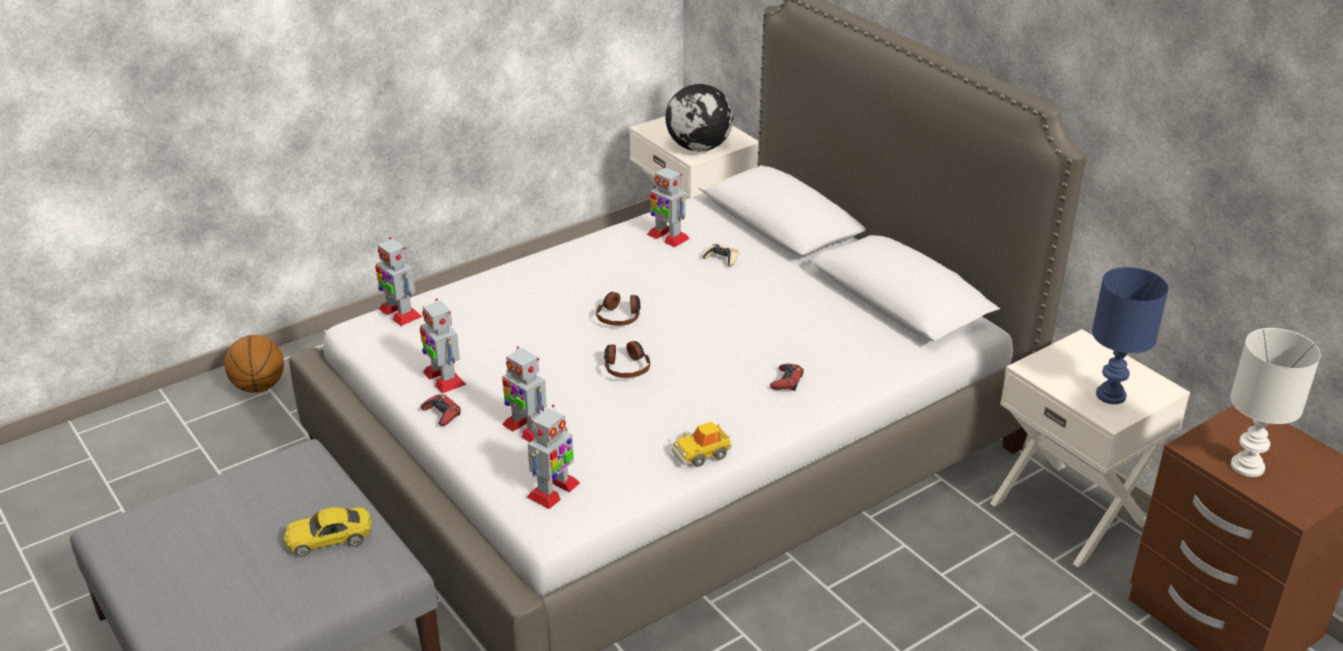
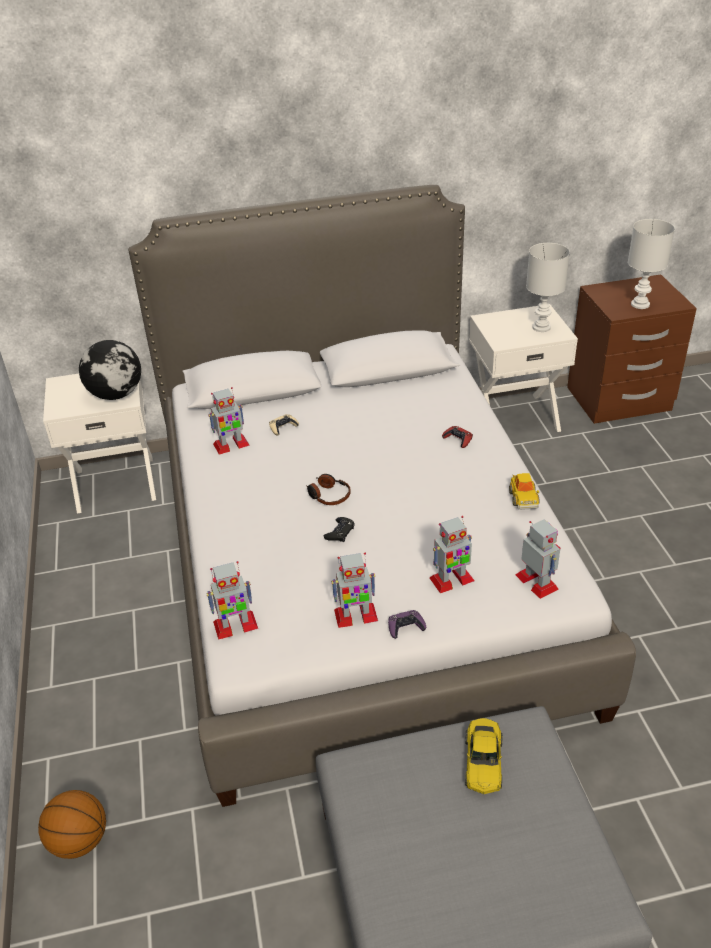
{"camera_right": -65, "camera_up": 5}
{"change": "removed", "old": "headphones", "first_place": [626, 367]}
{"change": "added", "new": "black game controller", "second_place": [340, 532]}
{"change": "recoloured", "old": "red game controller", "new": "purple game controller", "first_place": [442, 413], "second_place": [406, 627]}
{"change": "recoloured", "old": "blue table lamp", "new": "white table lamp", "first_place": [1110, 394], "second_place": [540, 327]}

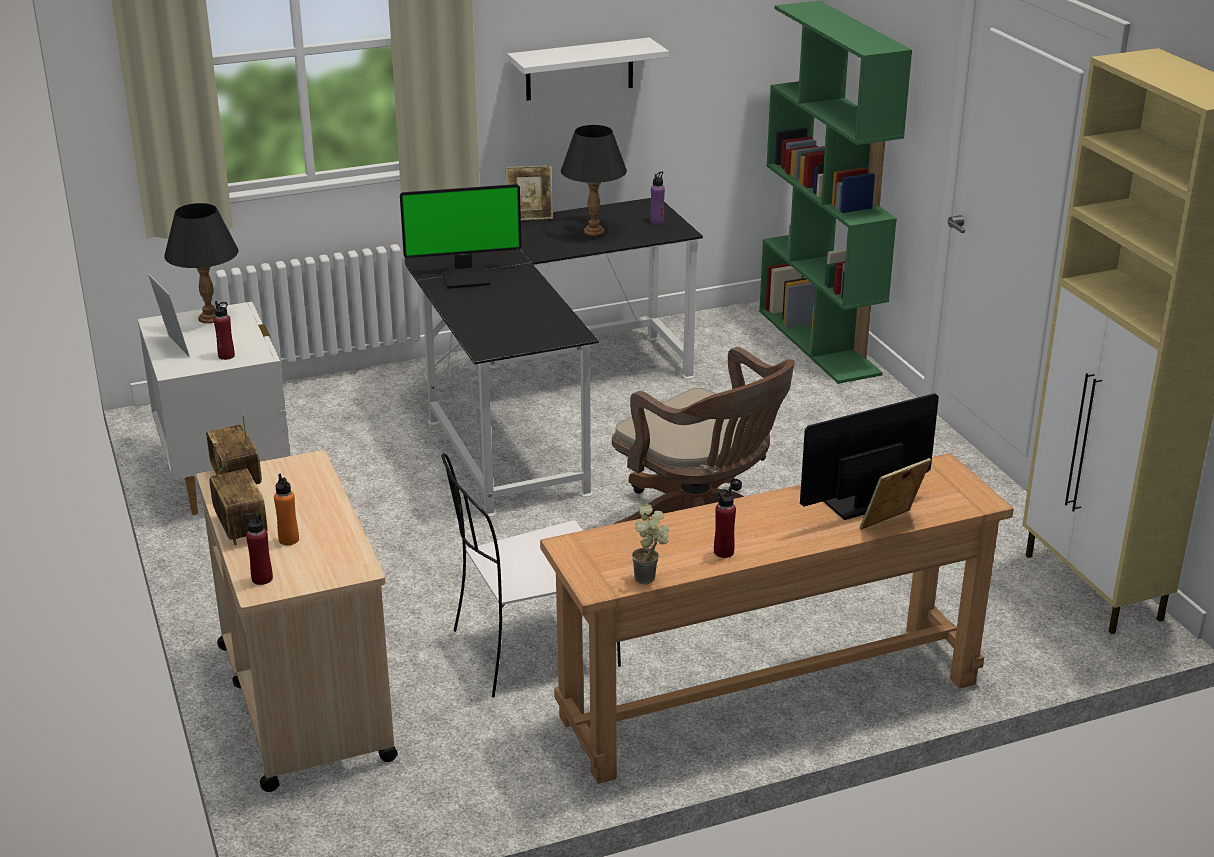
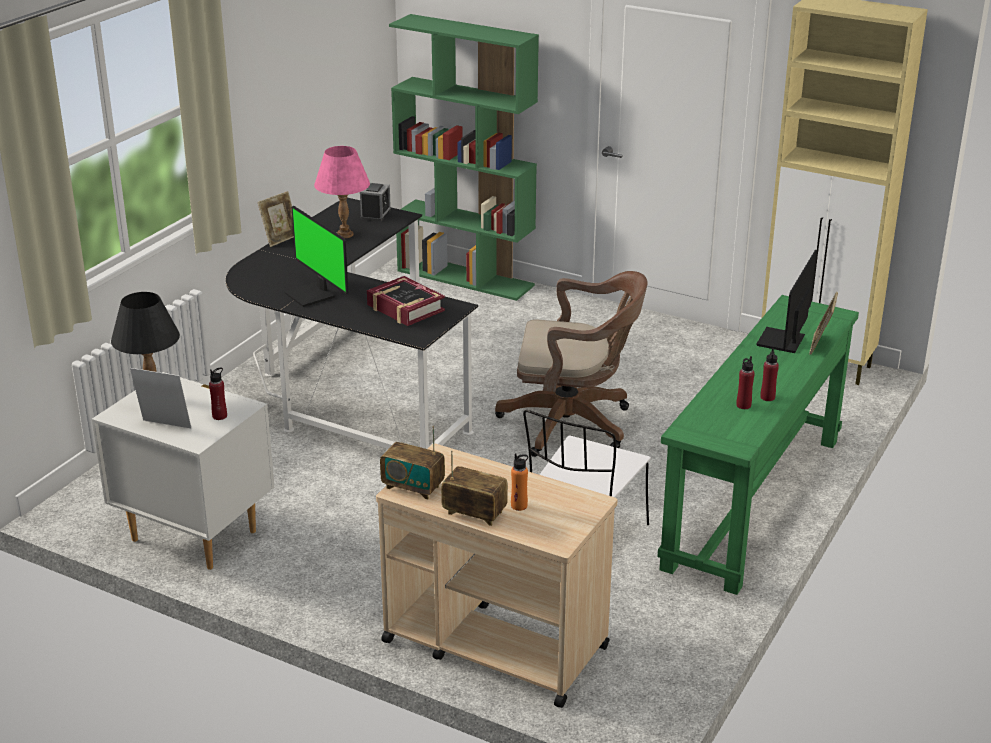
{"camera_right": -40, "camera_up": 0}
{"change": "removed", "old": "white shelf", "first_place": [579, 69]}
{"change": "removed", "old": "potted plant", "first_place": [651, 579]}
{"change": "added", "new": "book", "second_place": [405, 308]}
{"change": "moved", "old": "red bottle", "first_place": [262, 579], "second_place": [743, 405]}
{"change": "replaced", "old": "purple bottle", "new": "alarm clock", "first_place": [657, 221], "second_place": [375, 214]}
{"change": "recoloured", "old": "brown console table", "new": "green console table", "first_place": [769, 699], "second_place": [753, 501]}
{"change": "recoloured", "old": "black table lamp", "new": "pink table lamp", "first_place": [593, 231], "second_place": [344, 234]}
{"change": "turned", "old": "monitor", "first_place": [466, 277], "second_place": [312, 295], "degrees": 105}

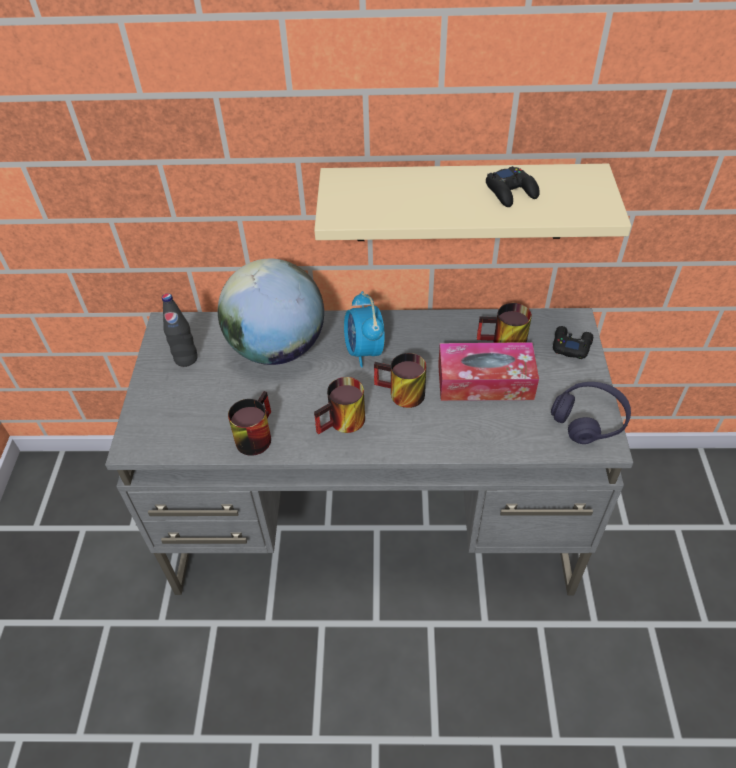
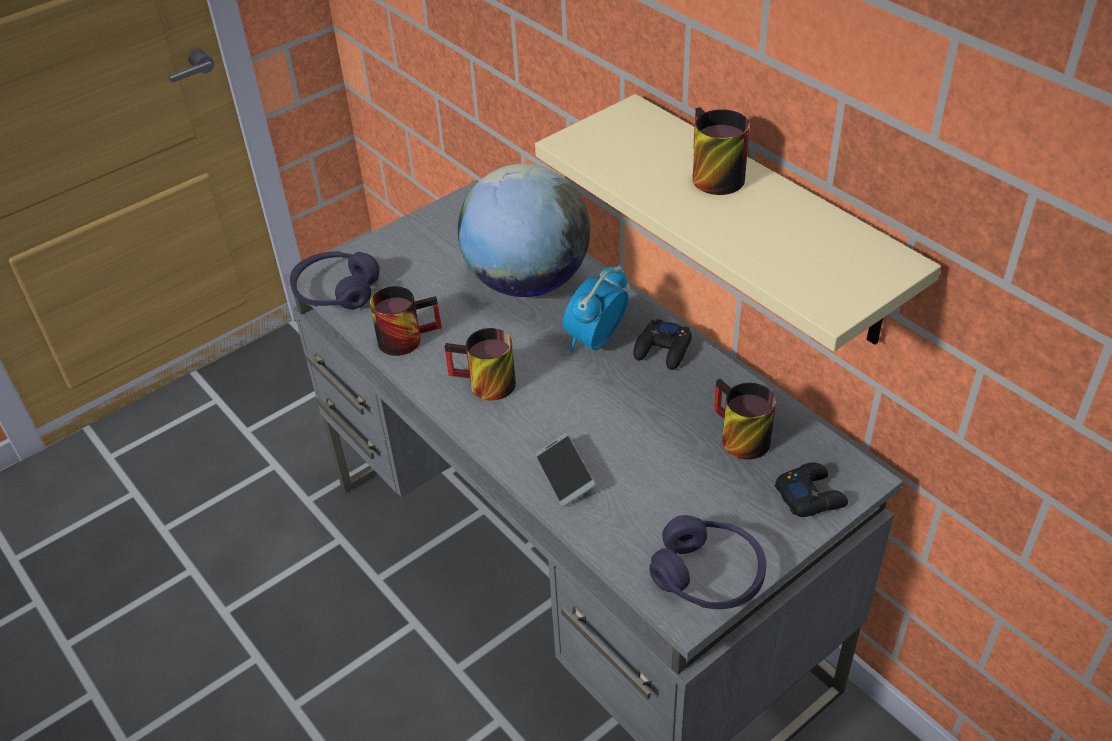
{"camera_right": 50, "camera_up": -5}
{"change": "removed", "old": "black bottle", "first_place": [186, 359]}
{"change": "removed", "old": "tissue box", "first_place": [485, 381]}
{"change": "added", "new": "purple headphones", "second_place": [336, 292]}
{"change": "added", "new": "phone", "second_place": [565, 475]}
{"change": "moved", "old": "mug", "first_place": [400, 395], "second_place": [709, 175]}
{"change": "moved", "old": "black game controller", "first_place": [511, 192], "second_place": [663, 350]}

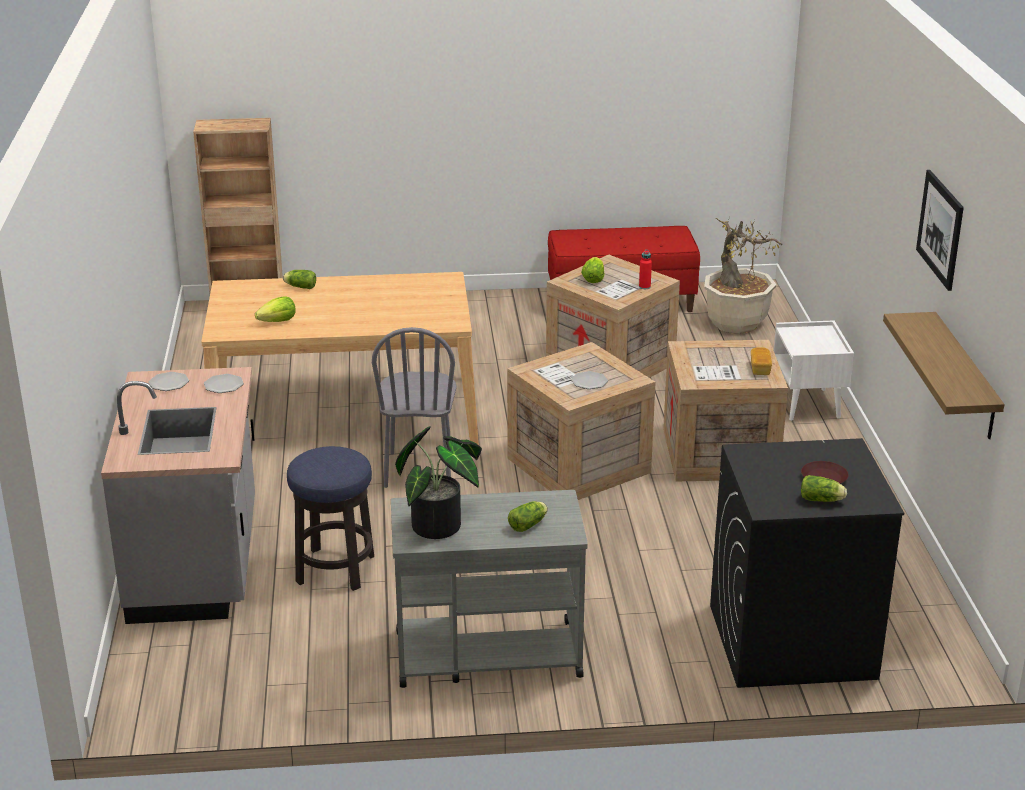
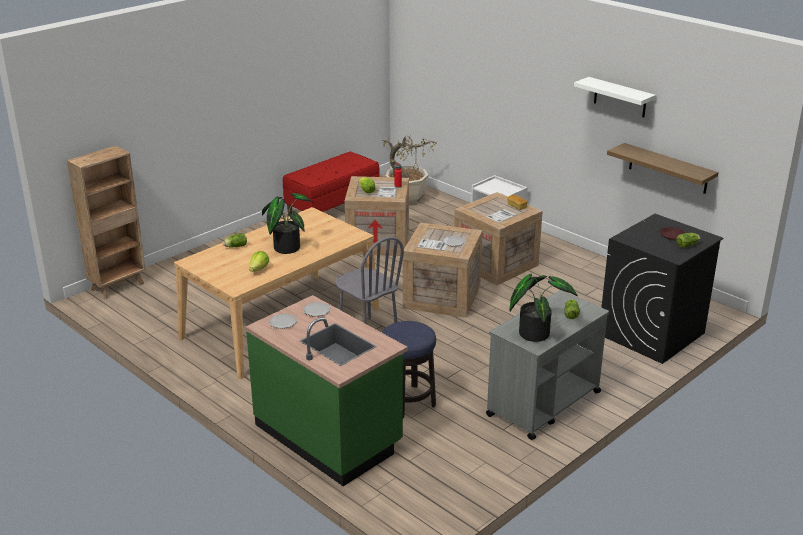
{"camera_right": -40, "camera_up": 0}
{"change": "added", "new": "potted plant", "second_place": [286, 246]}
{"change": "replaced", "old": "picture", "new": "white shelf", "first_place": [940, 229], "second_place": [620, 97]}
{"change": "recoloured", "old": "grey counter", "new": "green counter", "first_place": [197, 563], "second_place": [329, 435]}

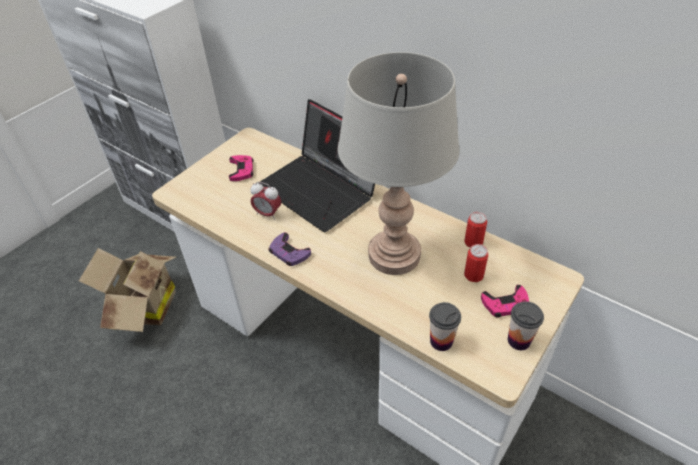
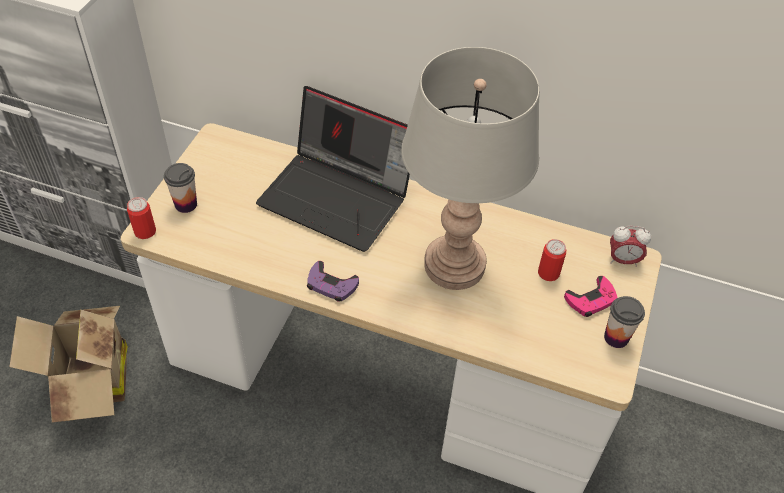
{"camera_right": -20, "camera_up": 5}
{"change": "removed", "old": "pink game controller", "first_place": [242, 170]}
{"change": "moved", "old": "alarm clock", "first_place": [268, 214], "second_place": [623, 260]}
{"change": "moved", "old": "cup", "first_place": [441, 341], "second_place": [186, 204]}
{"change": "moved", "old": "can", "first_place": [473, 242], "second_place": [145, 231]}

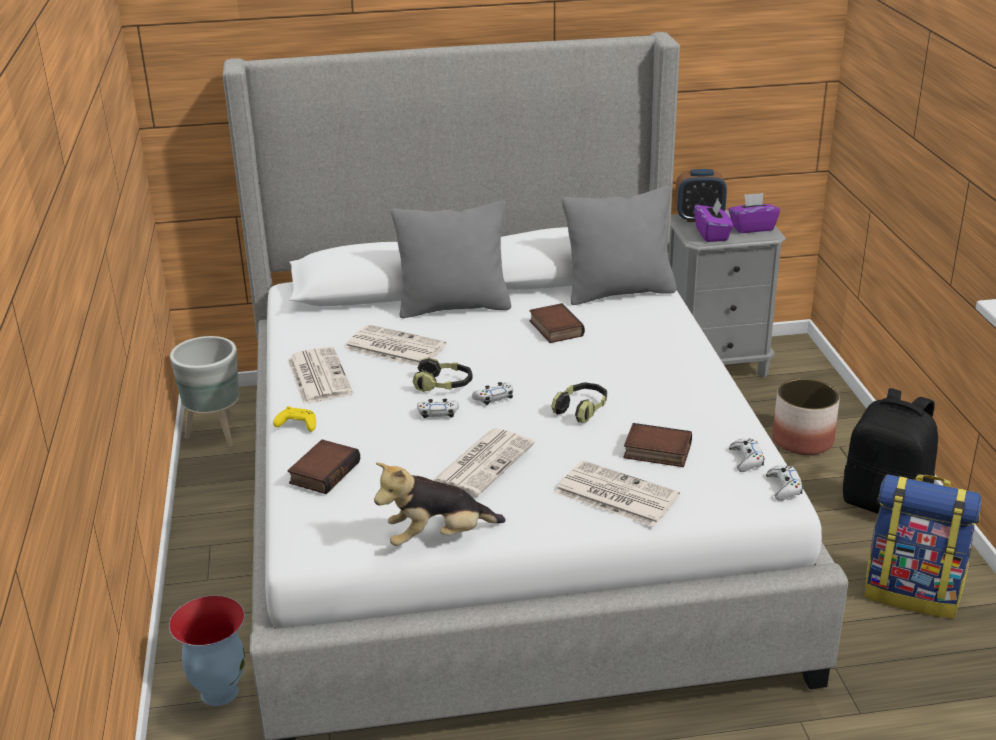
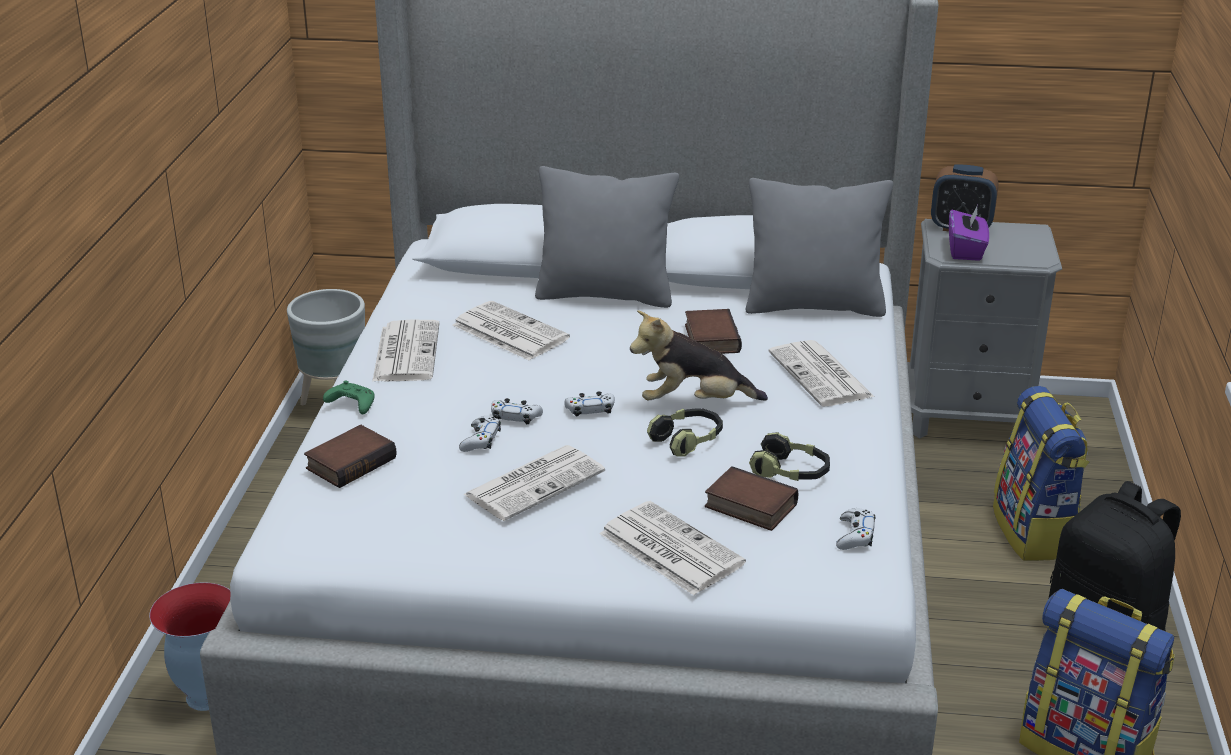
{"camera_right": 15, "camera_up": 0}
{"change": "removed", "old": "purple tissue box", "first_place": [752, 228]}
{"change": "added", "new": "newspaper", "second_place": [822, 375]}
{"change": "moved", "old": "plush toy", "first_place": [438, 537], "second_place": [694, 403]}
{"change": "moved", "old": "headphones", "first_place": [444, 385], "second_place": [791, 472]}
{"change": "moved", "old": "white game controller", "first_place": [784, 487], "second_place": [480, 440]}
{"change": "replaced", "old": "planter", "new": "backpack", "first_place": [803, 441], "second_place": [1035, 532]}
{"change": "recoloured", "old": "yellow game controller", "new": "green game controller", "first_place": [296, 426], "second_place": [351, 405]}

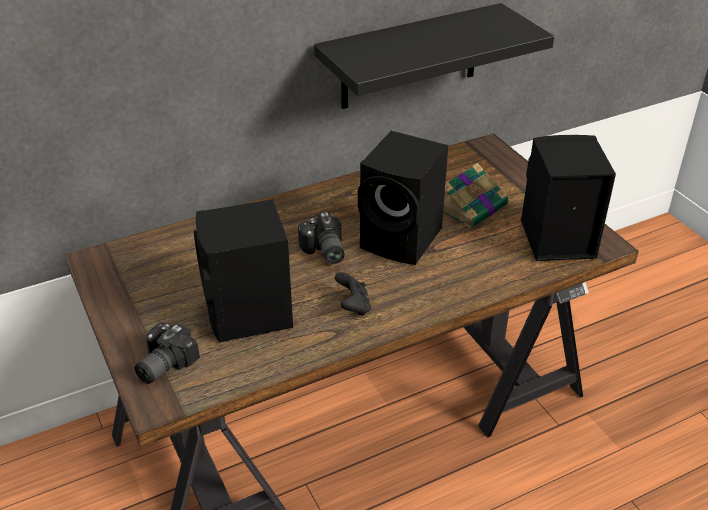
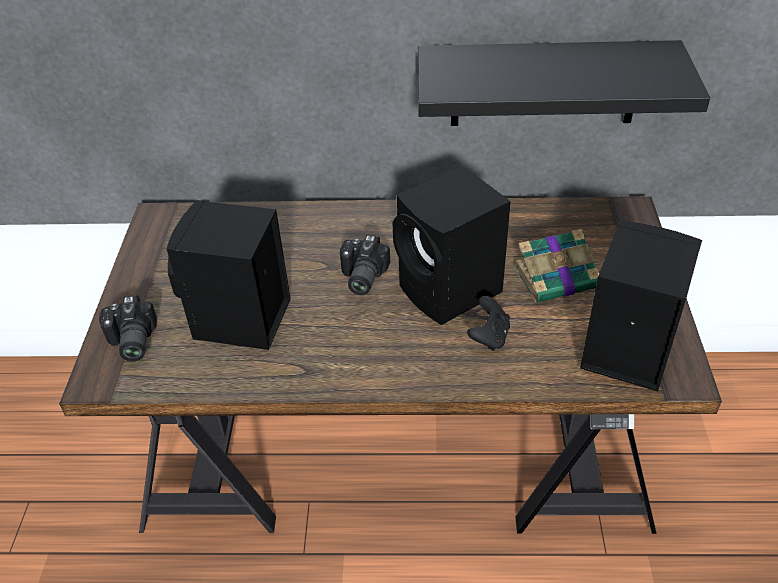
{"camera_right": 30, "camera_up": 5}
{"change": "moved", "old": "black game controller", "first_place": [353, 306], "second_place": [489, 337]}
{"change": "turned", "old": "photo camera", "first_place": [162, 364], "second_place": [130, 342], "degrees": -75}

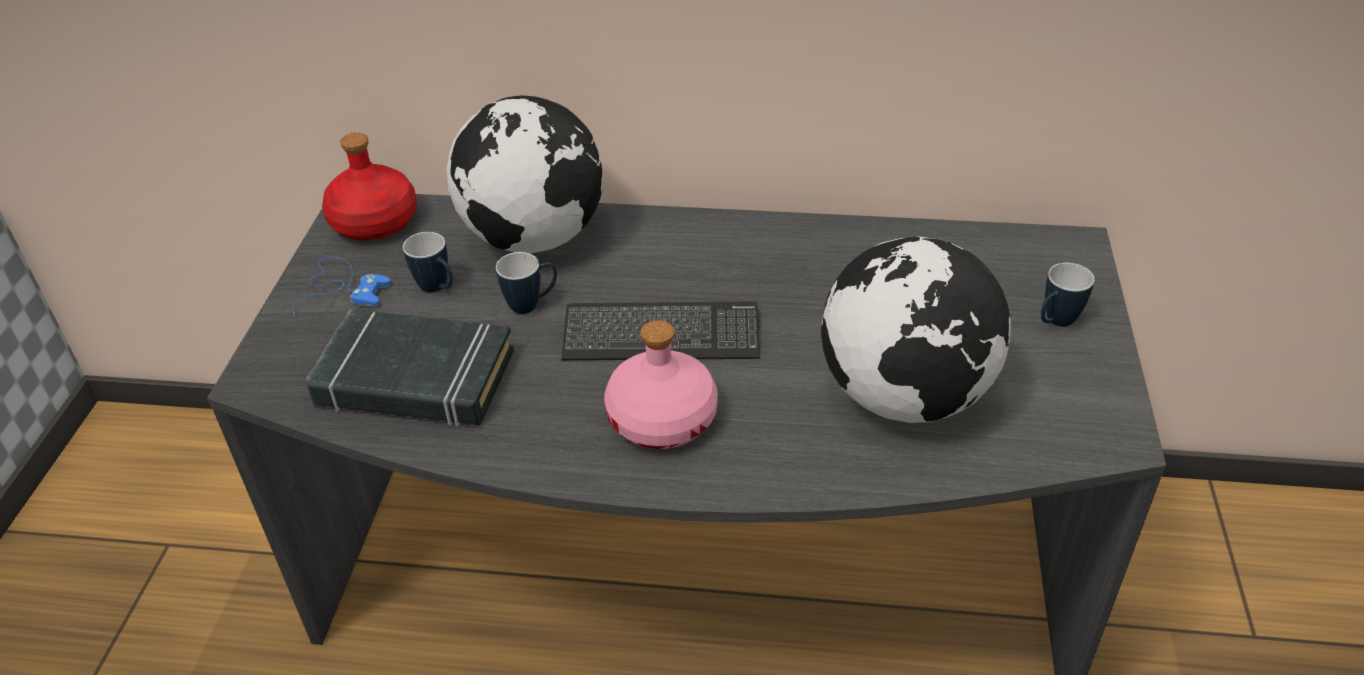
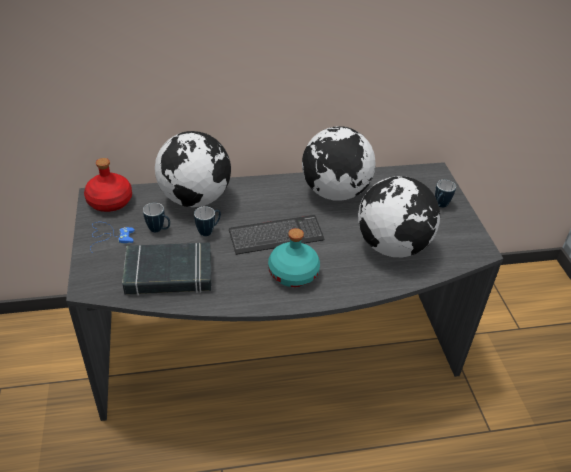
{"camera_right": -20, "camera_up": 0}
{"change": "added", "new": "globe", "second_place": [335, 193]}
{"change": "recoloured", "old": "pink bottle", "new": "turquoise bottle", "first_place": [663, 419], "second_place": [294, 273]}

